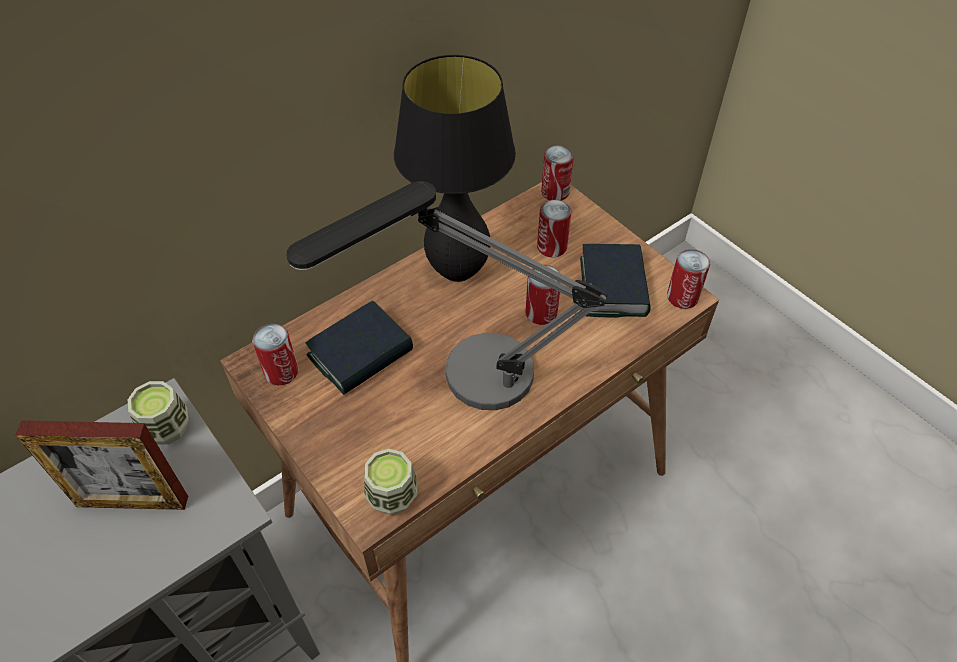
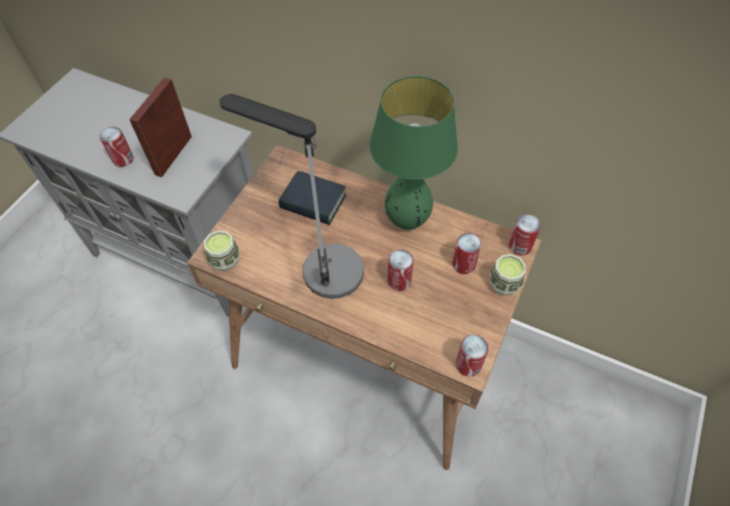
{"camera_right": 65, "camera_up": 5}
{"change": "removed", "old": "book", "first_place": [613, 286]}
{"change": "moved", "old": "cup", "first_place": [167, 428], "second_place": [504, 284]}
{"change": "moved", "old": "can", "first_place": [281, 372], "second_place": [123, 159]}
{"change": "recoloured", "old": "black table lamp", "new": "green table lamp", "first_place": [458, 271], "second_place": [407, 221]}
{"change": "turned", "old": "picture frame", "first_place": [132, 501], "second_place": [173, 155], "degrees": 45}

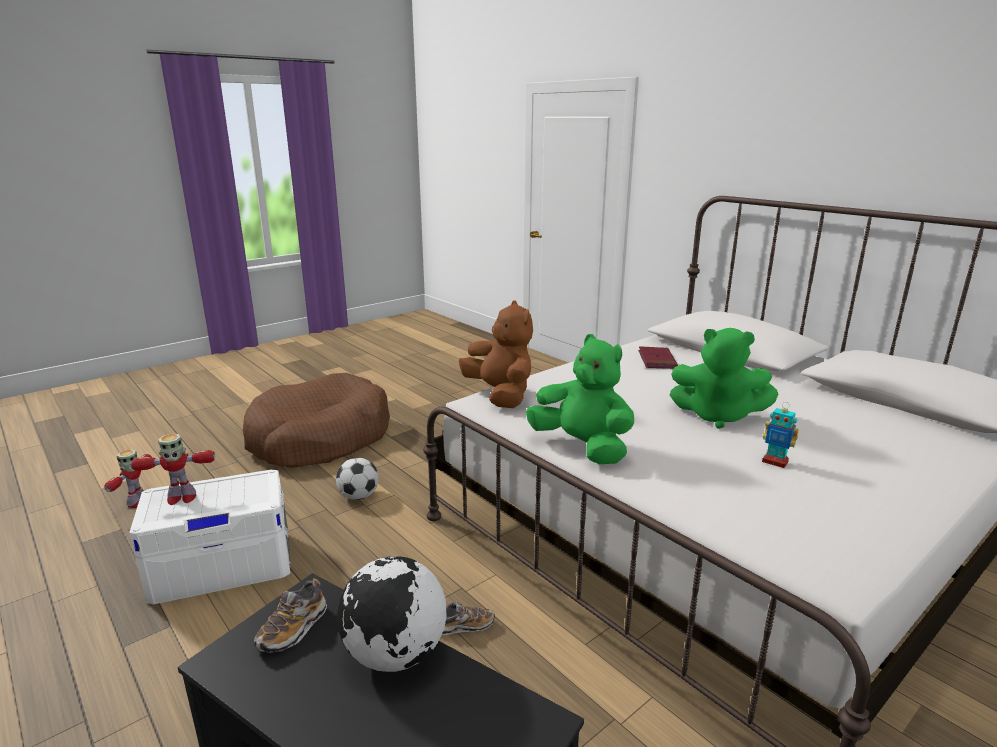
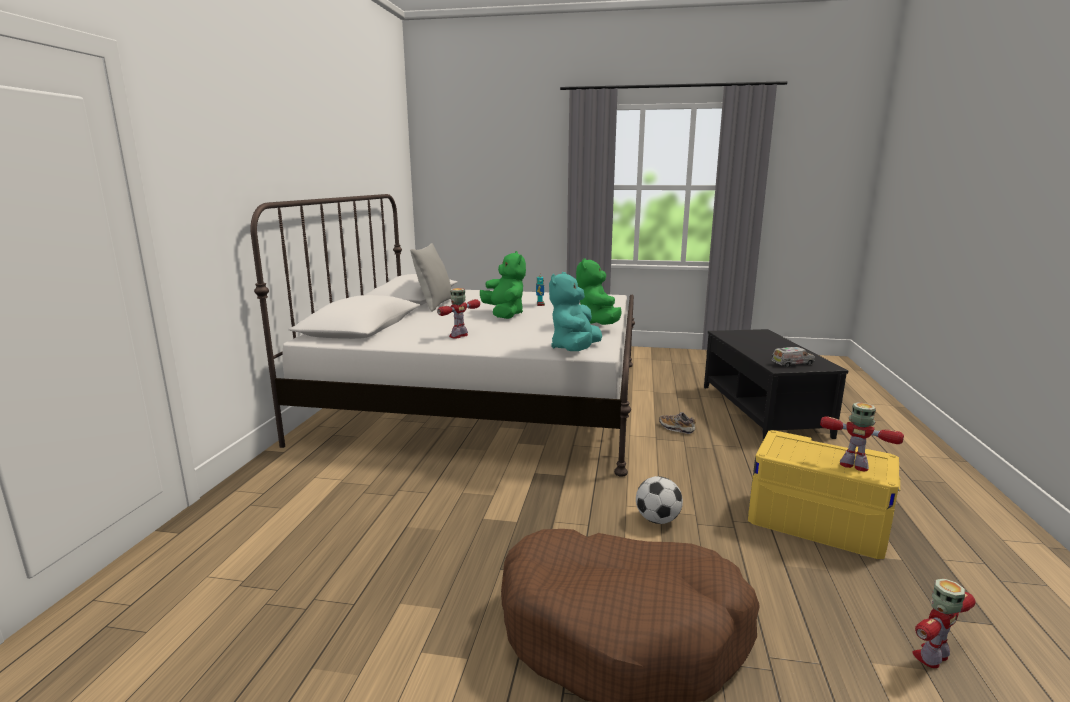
{"camera_right": -130, "camera_up": -5}
{"change": "removed", "old": "globe", "first_place": [395, 655]}
{"change": "removed", "old": "red book", "first_place": [657, 360]}
{"change": "added", "new": "grey pillow", "second_place": [434, 304]}
{"change": "added", "new": "toy robot", "second_place": [459, 336]}
{"change": "replaced", "old": "shoe", "new": "toy truck", "first_place": [293, 629], "second_place": [792, 363]}
{"change": "recoloured", "old": "white storage box", "new": "yellow storage box", "first_place": [222, 565], "second_place": [816, 522]}
{"change": "recoloured", "old": "brown plush toy", "new": "turquoise plush toy", "first_place": [500, 395], "second_place": [575, 350]}

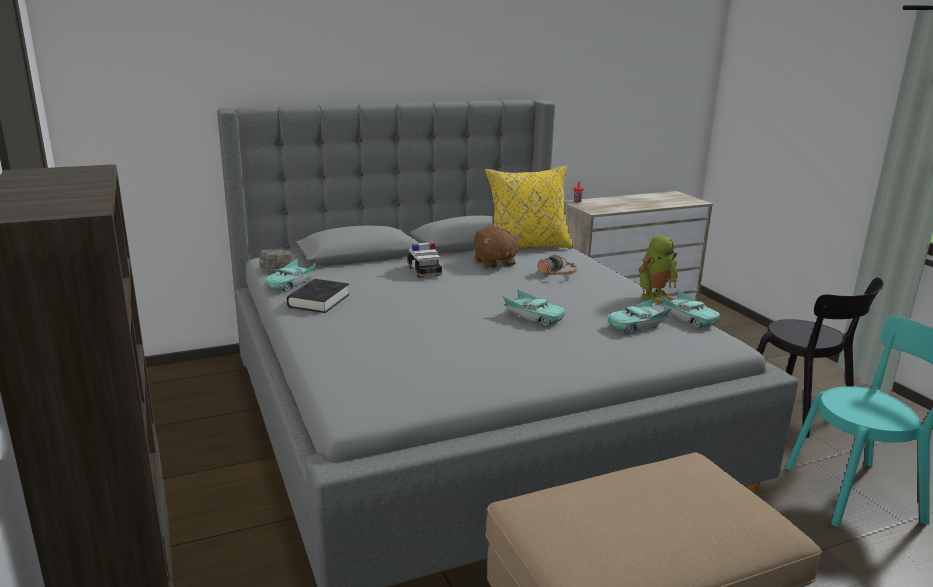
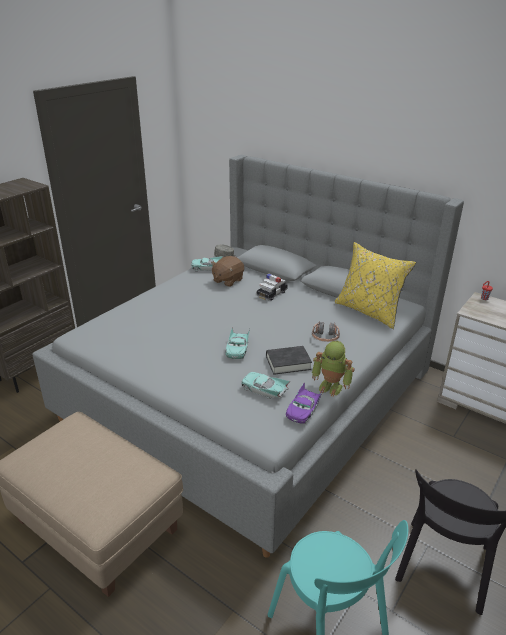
{"camera_right": 60, "camera_up": 10}
{"change": "moved", "old": "black book", "first_place": [318, 301], "second_place": [288, 363]}
{"change": "moved", "old": "brown plush toy", "first_place": [494, 262], "second_place": [227, 280]}
{"change": "recoloured", "old": "turquoise toy car", "new": "purple toy car", "first_place": [688, 318], "second_place": [304, 410]}

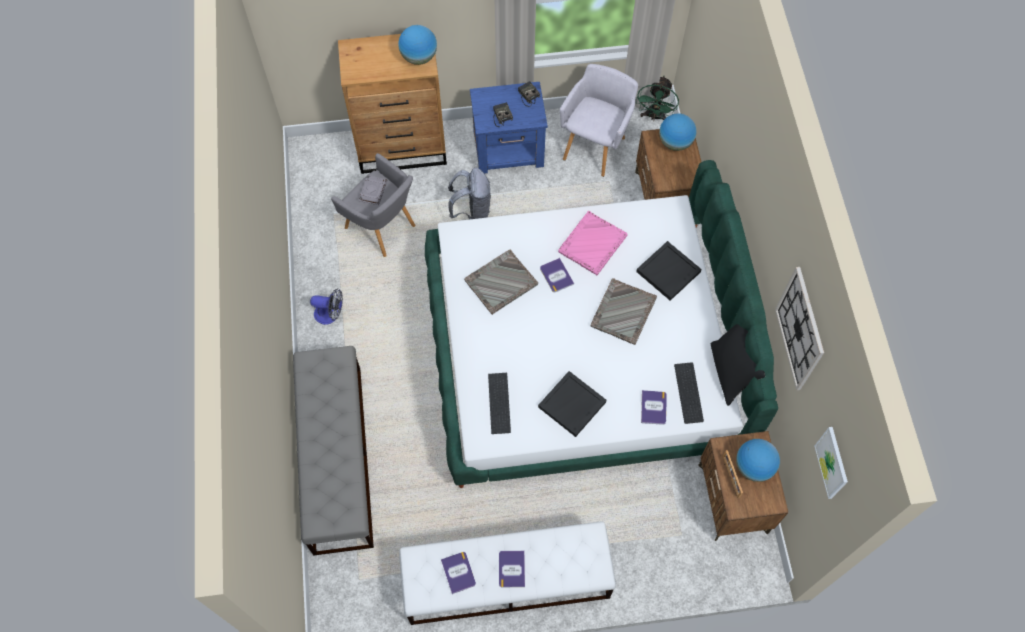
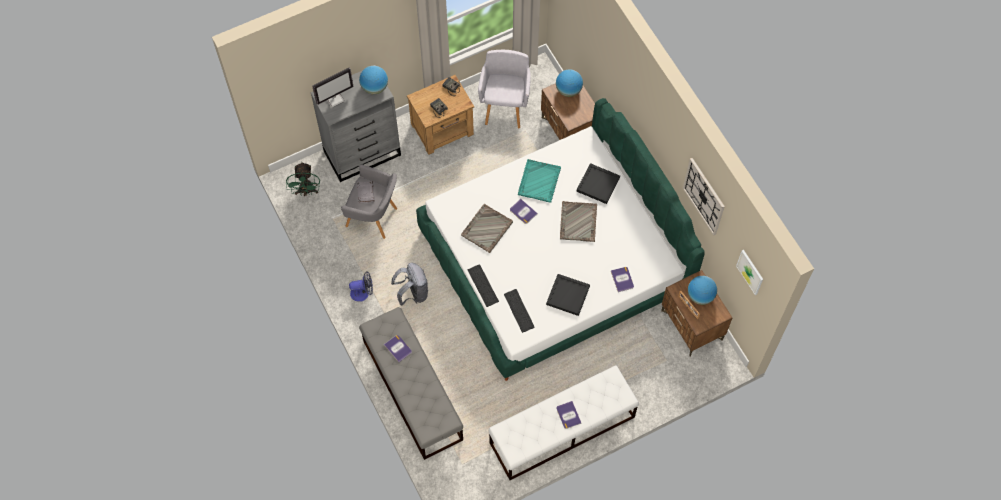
{"camera_right": -20, "camera_up": 0}
{"change": "removed", "old": "black pillow", "first_place": [730, 372]}
{"change": "added", "new": "monitor", "second_place": [335, 99]}
{"change": "moved", "old": "book", "first_place": [458, 572], "second_place": [398, 348]}
{"change": "moved", "old": "grey backpack", "first_place": [472, 211], "second_place": [412, 293]}
{"change": "moved", "old": "green fan", "first_place": [654, 117], "second_place": [306, 191]}
{"change": "moved", "old": "keyboard", "first_place": [690, 393], "second_place": [484, 285]}
{"change": "recoloured", "old": "brown dresser", "new": "grey dresser", "first_place": [403, 148], "second_place": [363, 153]}
{"change": "recoloured", "old": "blue nightstand", "new": "brown nightstand", "first_place": [509, 150], "second_place": [443, 129]}
{"change": "recoloured", "old": "pink tray", "new": "turquoise tray", "first_place": [592, 244], "second_place": [539, 182]}

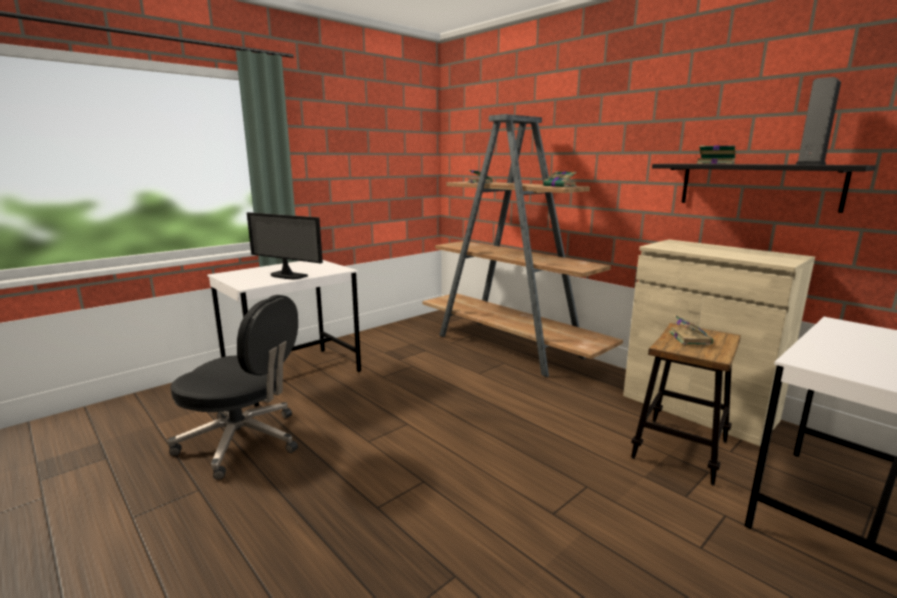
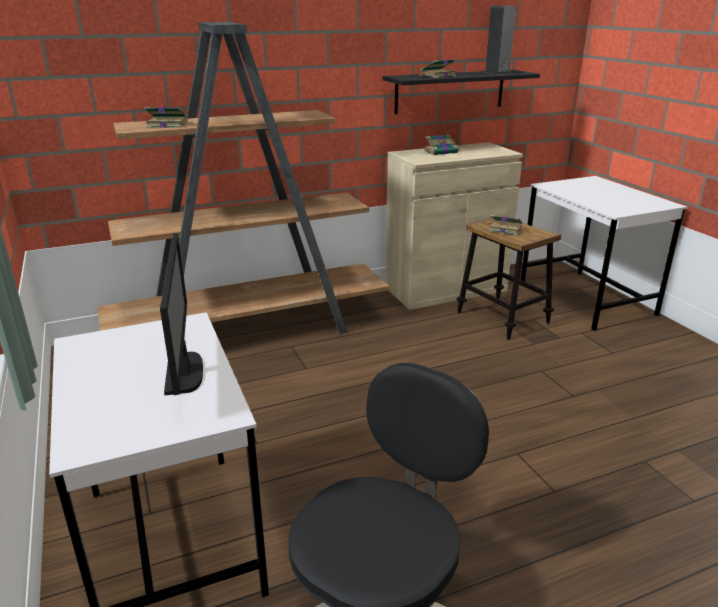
{"camera_right": -70, "camera_up": 10}
{"change": "moved", "old": "book", "first_place": [560, 186], "second_place": [441, 152]}
{"change": "turned", "old": "monitor", "first_place": [287, 276], "second_place": [185, 373], "degrees": -60}

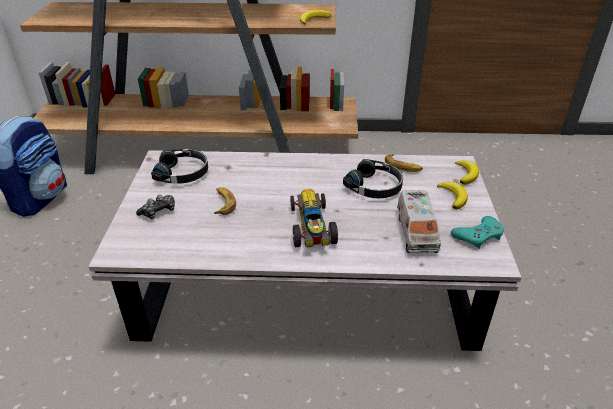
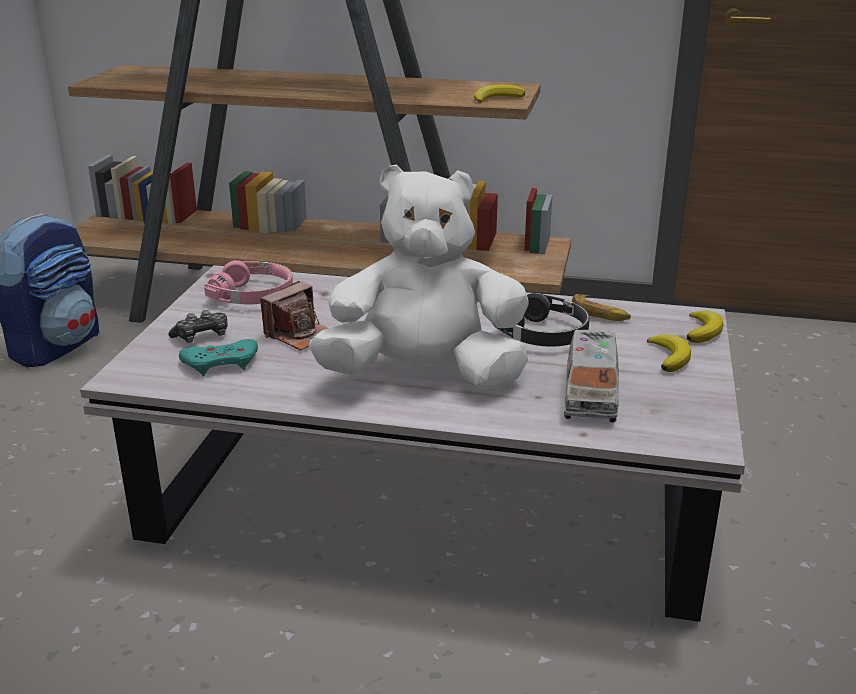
{"camera_right": 10, "camera_up": -10}
{"change": "moved", "old": "turquoise game controller", "first_place": [478, 235], "second_place": [221, 363]}
{"change": "replaced", "old": "banana", "new": "photo camera", "first_place": [223, 203], "second_place": [300, 335]}
{"change": "replaced", "old": "toy car", "new": "white plush toy", "first_place": [312, 229], "second_place": [425, 376]}
{"change": "recoloured", "old": "black headphones", "new": "pink headphones", "first_place": [183, 173], "second_place": [254, 295]}

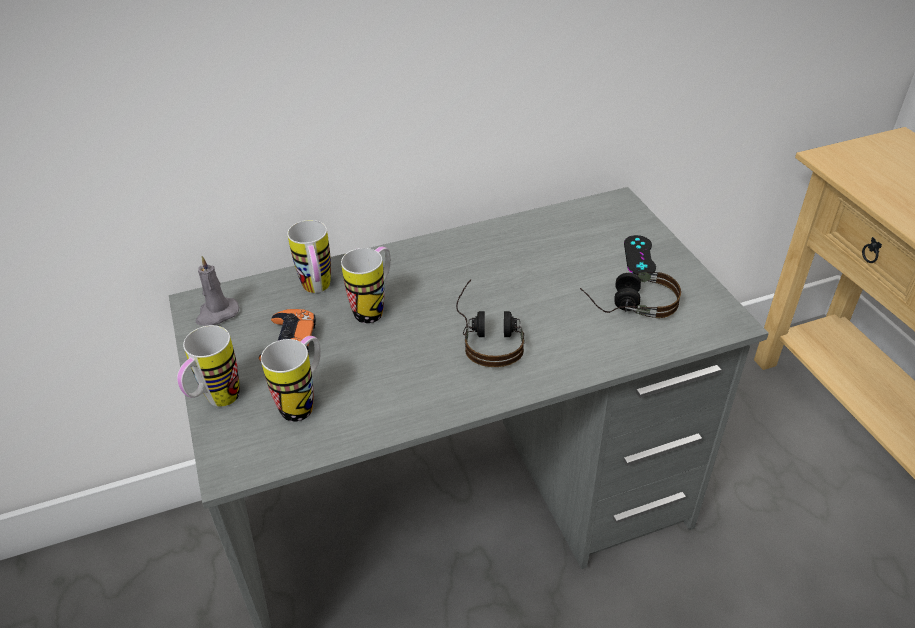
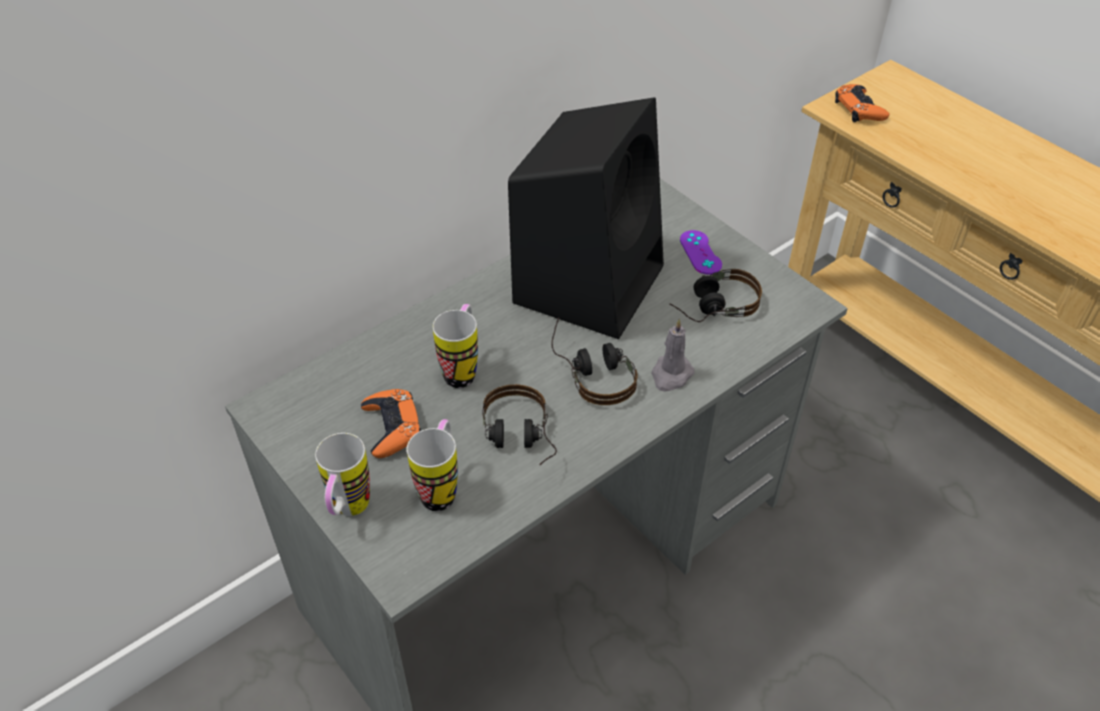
{"camera_right": -20, "camera_up": 5}
{"change": "removed", "old": "mug", "first_place": [318, 290]}
{"change": "added", "new": "headphones", "second_place": [519, 440]}
{"change": "added", "new": "black speaker", "second_place": [589, 281]}
{"change": "added", "new": "orange game controller", "second_place": [859, 109]}
{"change": "moved", "old": "grey candle", "first_place": [217, 314], "second_place": [671, 375]}
{"change": "recoloured", "old": "black game controller", "new": "purple game controller", "first_place": [639, 256], "second_place": [700, 252]}

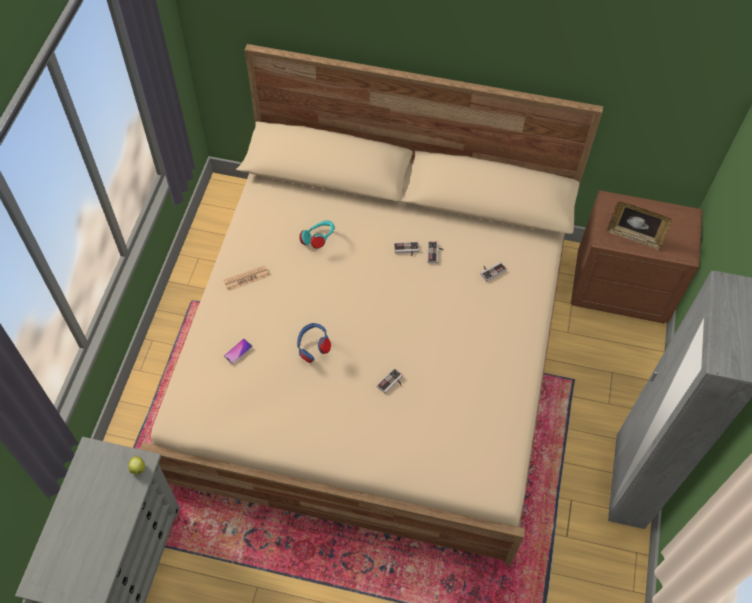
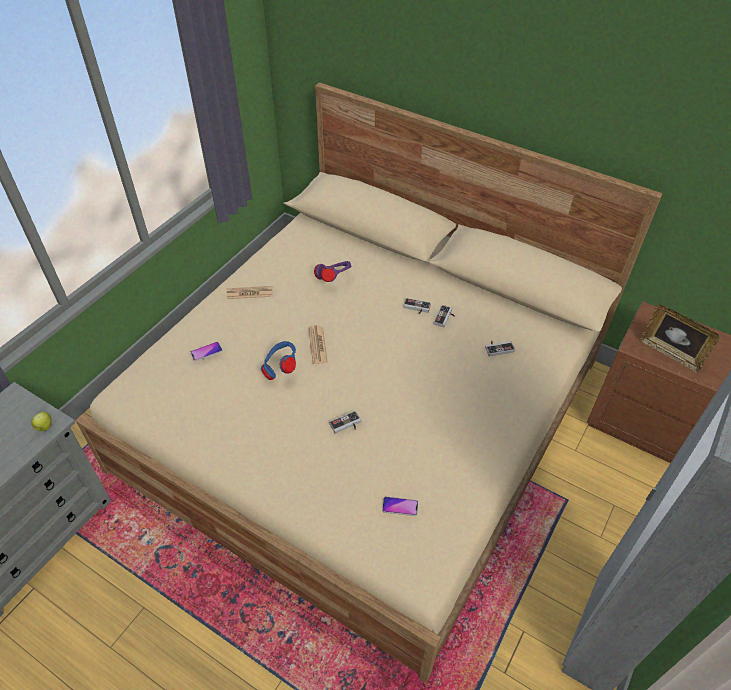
{"camera_right": 20, "camera_up": -10}
{"change": "added", "new": "newspaper", "second_place": [317, 345]}
{"change": "added", "new": "phone", "second_place": [400, 506]}
{"change": "recoloured", "old": "turquoise headphones", "new": "purple headphones", "first_place": [319, 240], "second_place": [334, 279]}

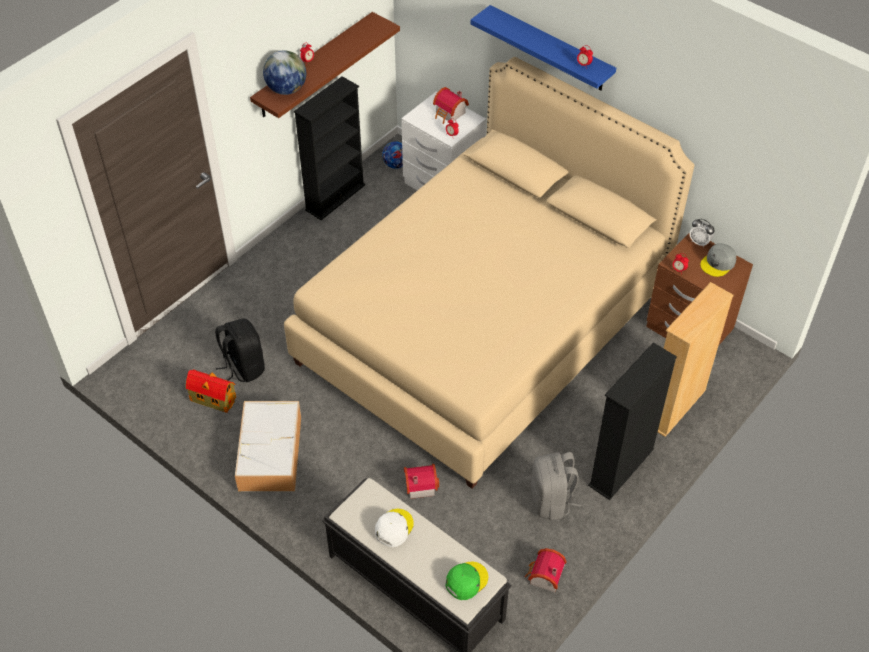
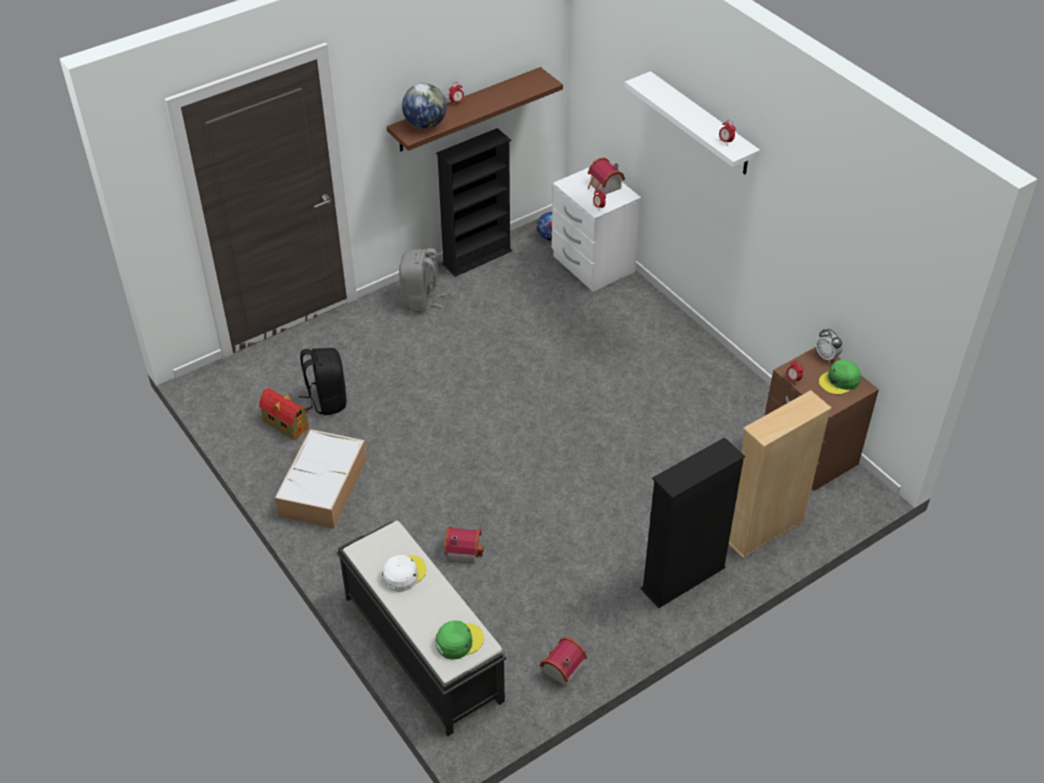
{"camera_right": 15, "camera_up": -5}
{"change": "removed", "old": "beige bed", "first_place": [482, 325]}
{"change": "moved", "old": "grey backpack", "first_place": [551, 501], "second_place": [421, 300]}
{"change": "recoloured", "old": "blue shelf", "new": "white shelf", "first_place": [550, 49], "second_place": [701, 124]}
{"change": "recoloured", "old": "grey cap", "new": "green cap", "first_place": [718, 263], "second_place": [839, 381]}

